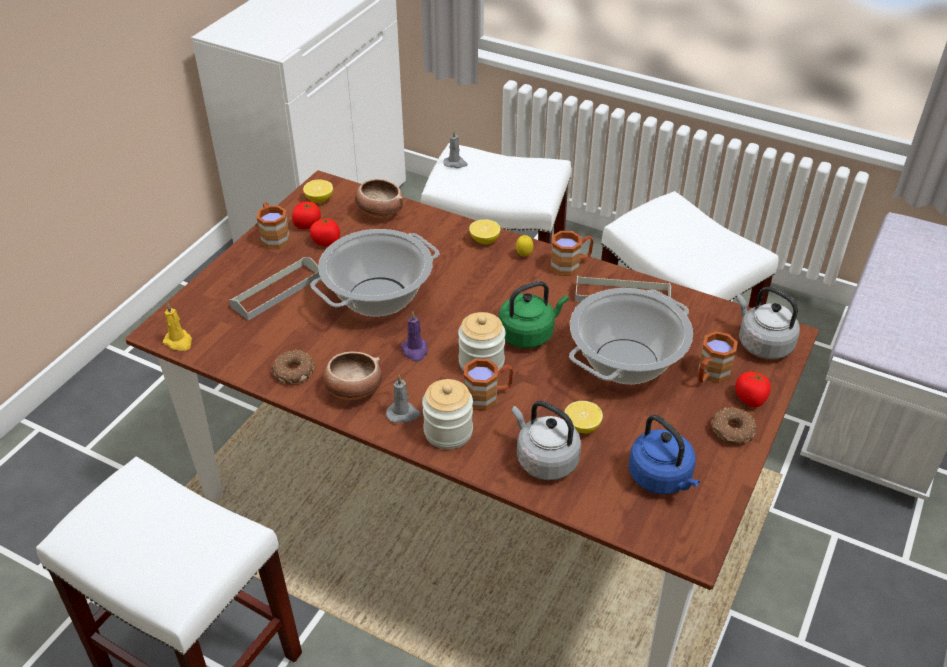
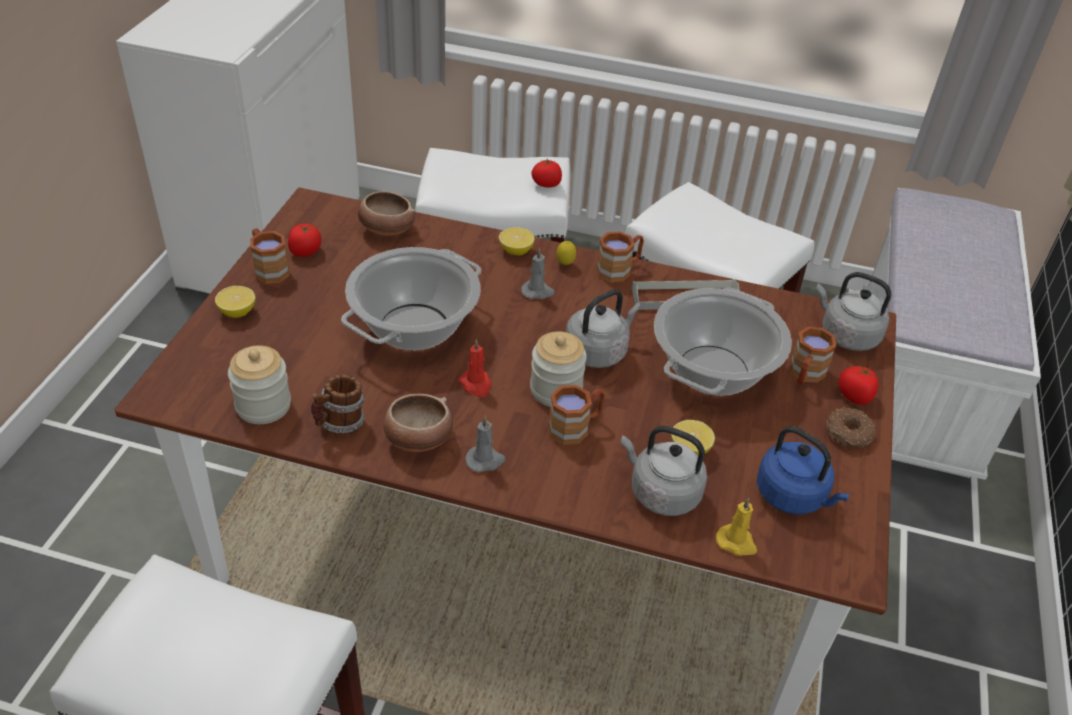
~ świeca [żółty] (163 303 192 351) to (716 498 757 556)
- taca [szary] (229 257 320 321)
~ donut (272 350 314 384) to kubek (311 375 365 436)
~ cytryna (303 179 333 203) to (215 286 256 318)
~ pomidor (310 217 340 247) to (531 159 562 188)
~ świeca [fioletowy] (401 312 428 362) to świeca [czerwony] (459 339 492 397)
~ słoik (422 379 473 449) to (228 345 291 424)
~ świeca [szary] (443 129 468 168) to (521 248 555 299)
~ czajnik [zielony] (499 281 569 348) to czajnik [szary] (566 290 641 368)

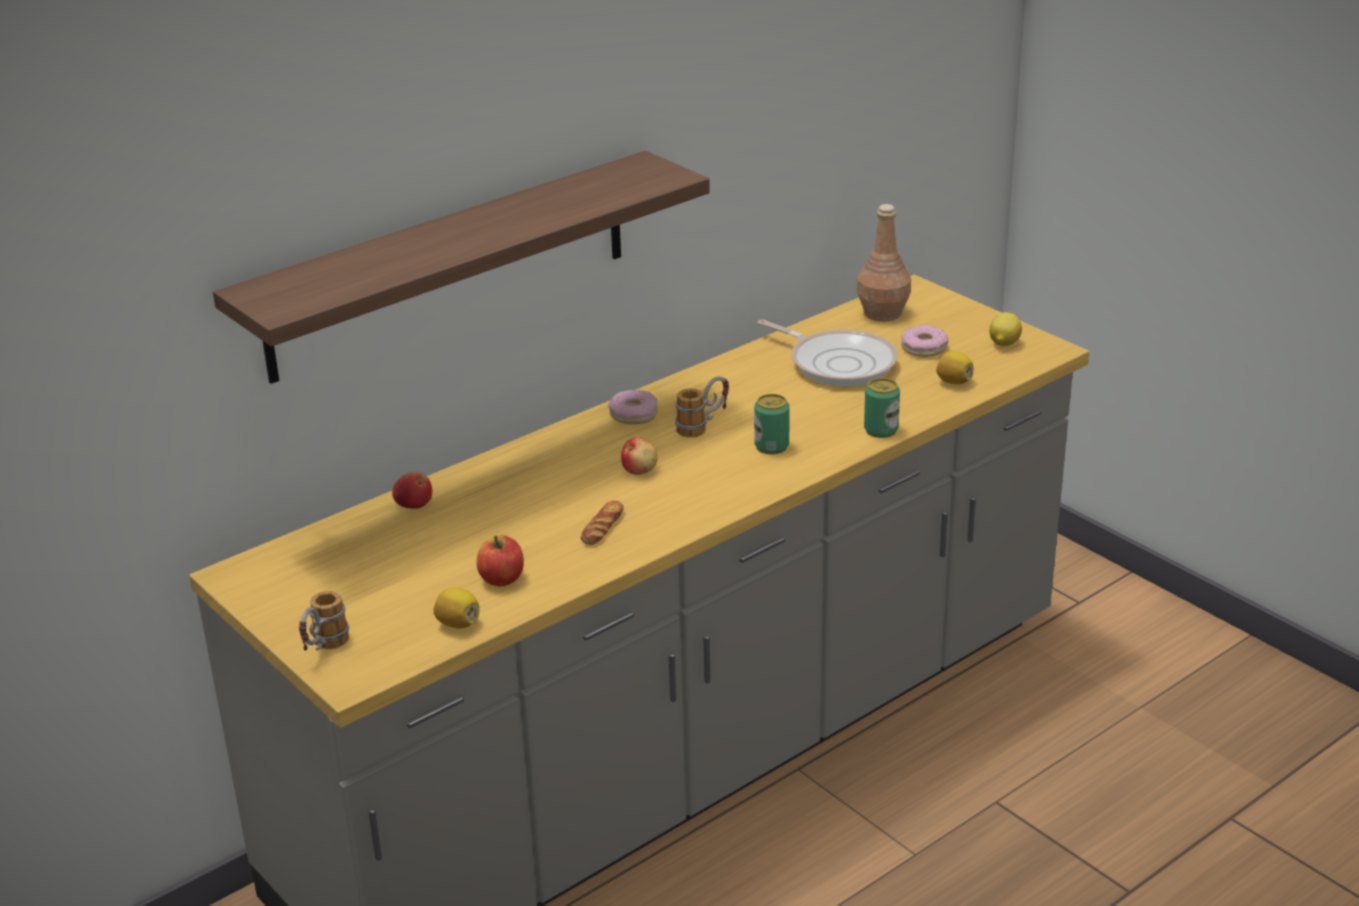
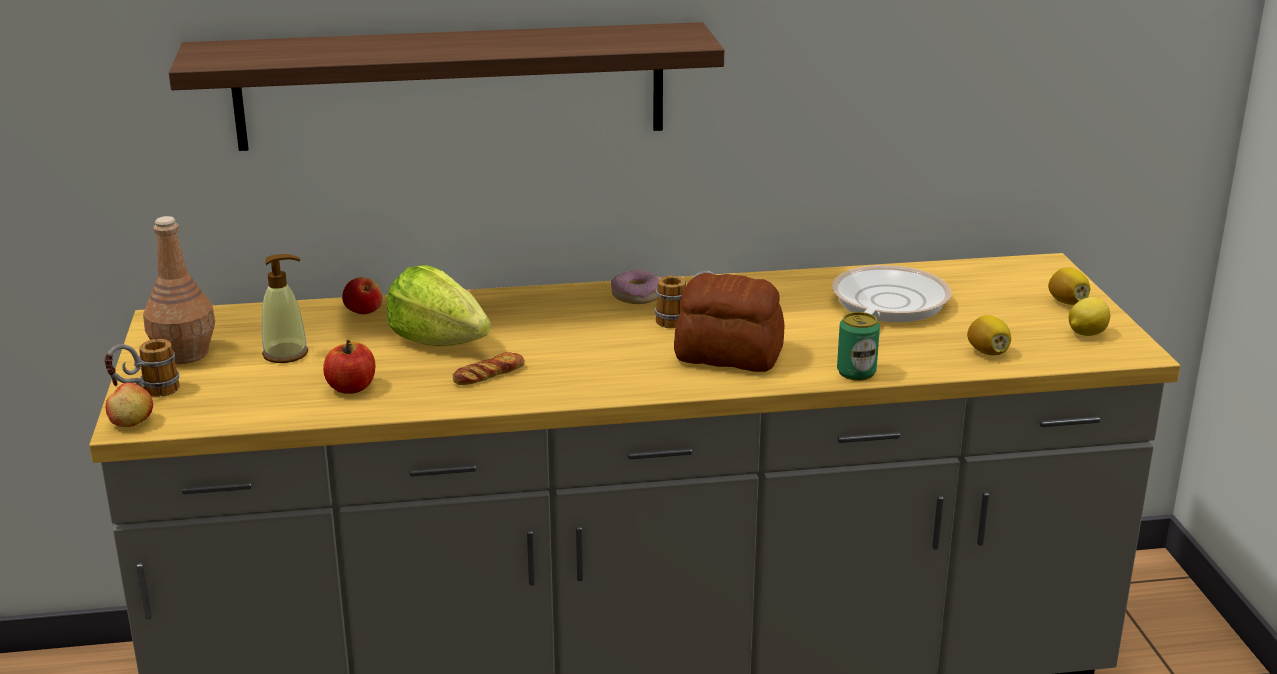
~ cytryna (433 588 479 629) to (1048 267 1090 305)
~ jabłko (621 437 658 475) to (106 383 153 427)
~ puszka (754 394 790 454) to chleb (674 273 784 372)
~ patelnia (758 319 898 386) = (832 265 951 322) 135 degrees counterclockwise
~ butelka [brązowy] (856 204 911 322) to (143 216 215 364)
- donut (901 325 948 357)
+ dozownik mydła (262 254 308 363)
+ sałata (387 265 491 346)

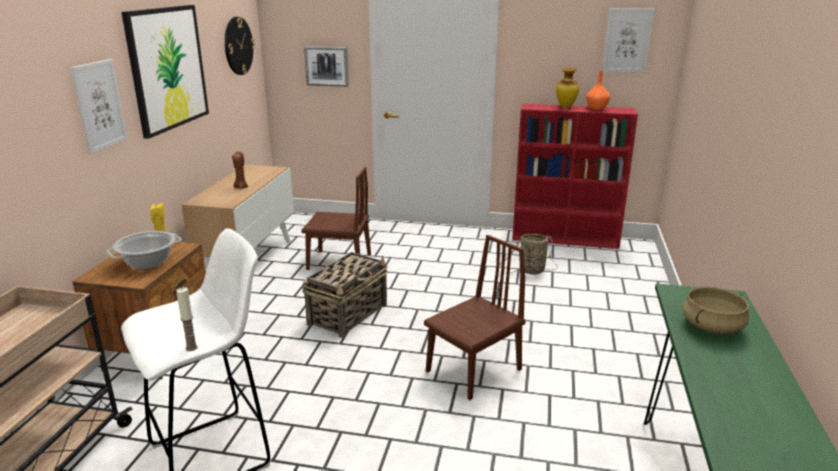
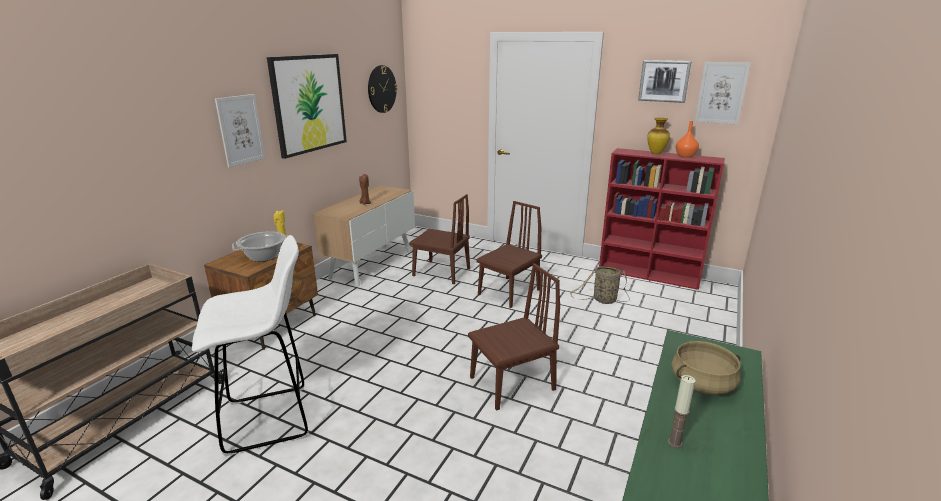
~ świeca (176 287 198 351) to (668 375 695 448)
- koszyk (302 252 388 338)
~ obraz (304 46 349 87) to (638 60 691 103)
+ krzesło [brązowy] (476 201 542 308)

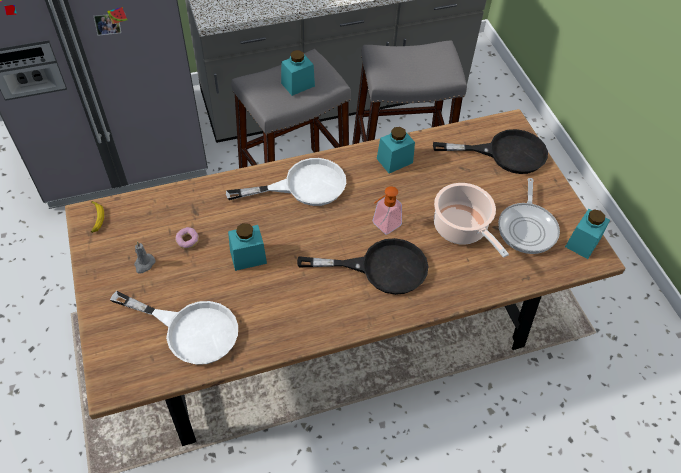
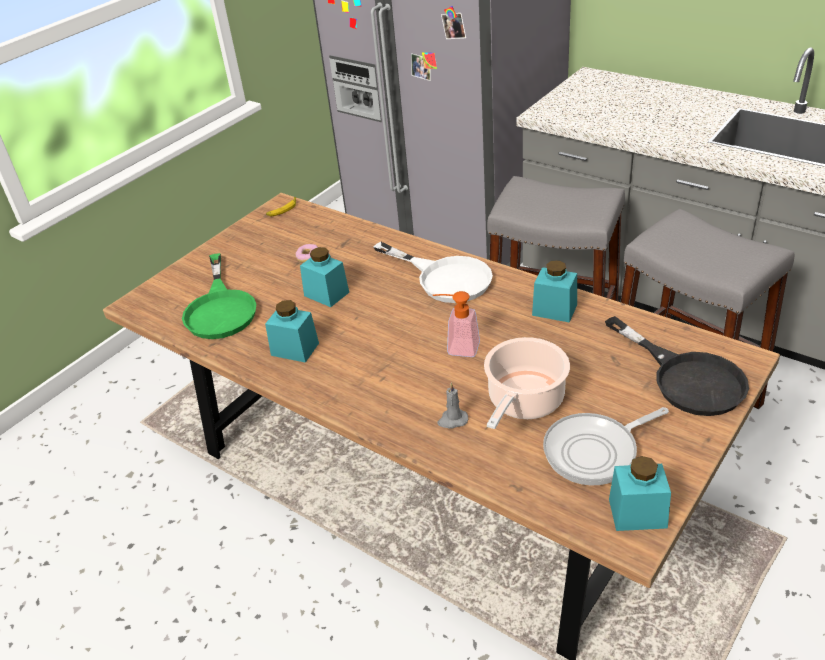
~ patelnia [biały] (110 291 238 365) to patelnia [zielony] (182 253 256 339)
~ świeca [szary] (134 241 156 274) to (437 383 468 429)
~ słoik [turkusowy] (281 50 315 96) to (265 300 319 363)
- patelnia [czarny] (297 238 428 295)

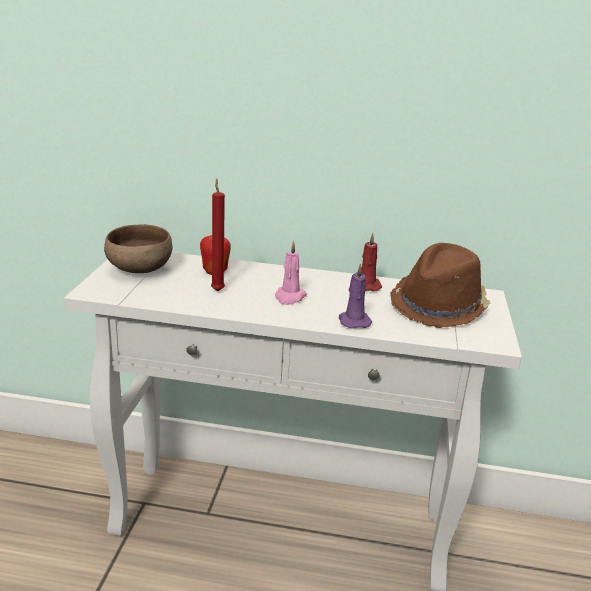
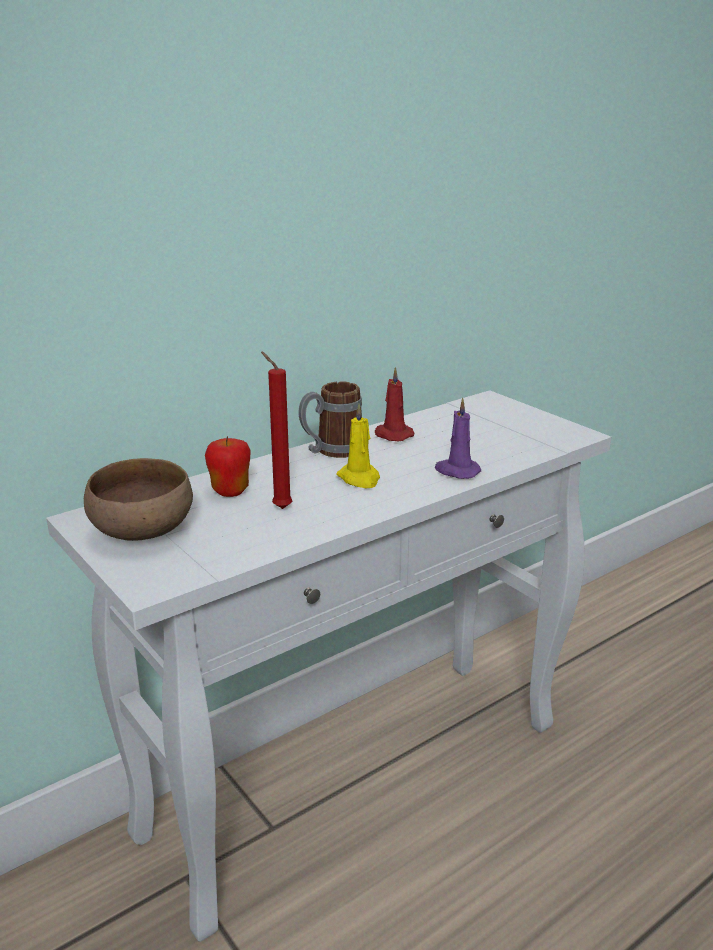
~ świeca [różowy] (275 241 307 305) to świeca [żółty] (336 404 380 489)
- kapelusz [brązowy] (390 243 490 328)
+ kubek (299 381 362 458)

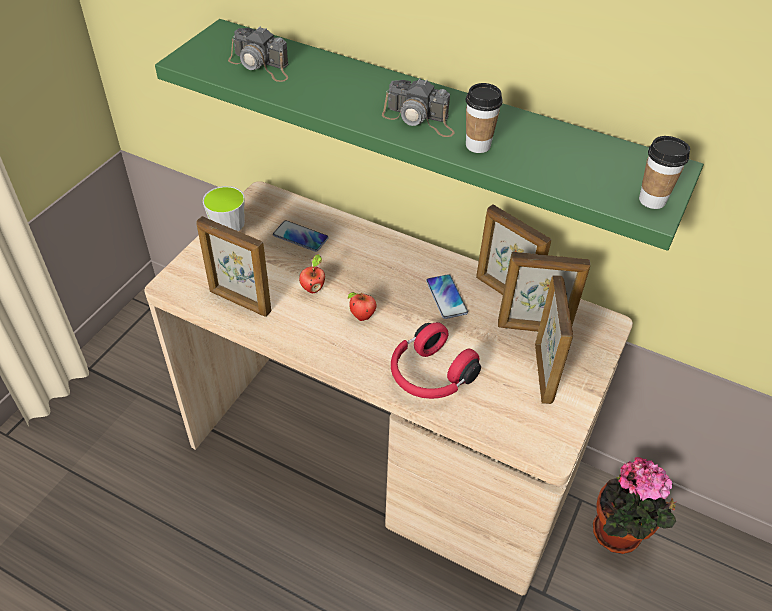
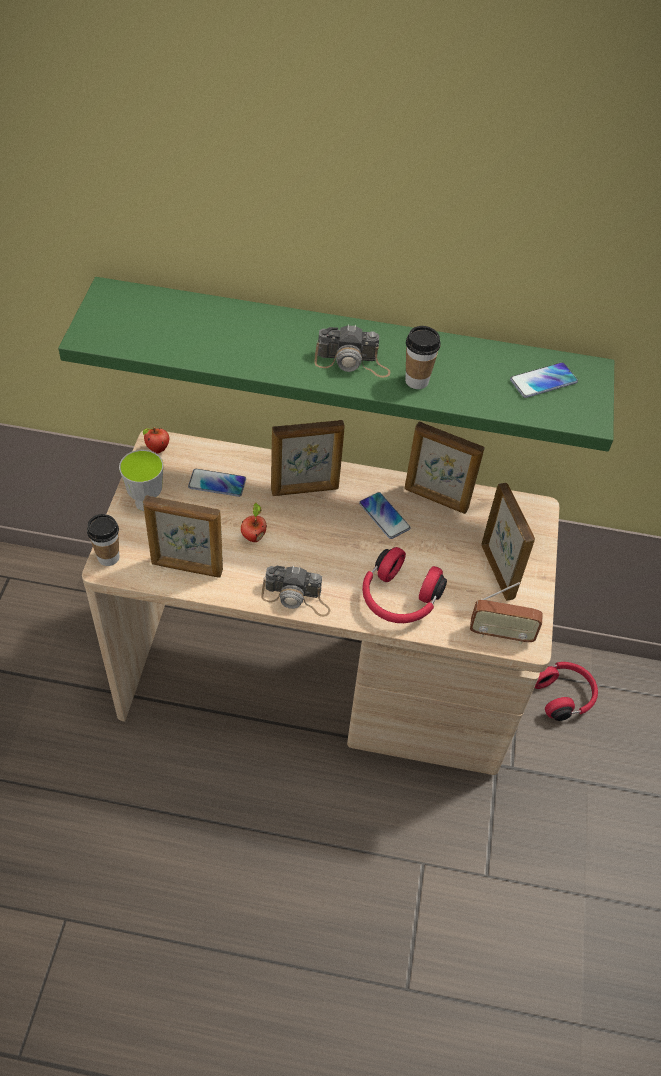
~ aparat fotograficzny (228 26 289 82) to (261 566 330 617)
~ jabłko (348 292 376 321) to (143 427 169 454)
~ ramka na zdjęcie (498 252 590 332) to (271 420 345 496)
~ roślina doniczkowa (593 457 677 554) to słuchawki [czerwony] (534 662 598 721)
~ filiżanka (639 136 690 209) to (87 514 119 566)
+ radio (470 582 543 644)
+ telefon (510 362 578 398)

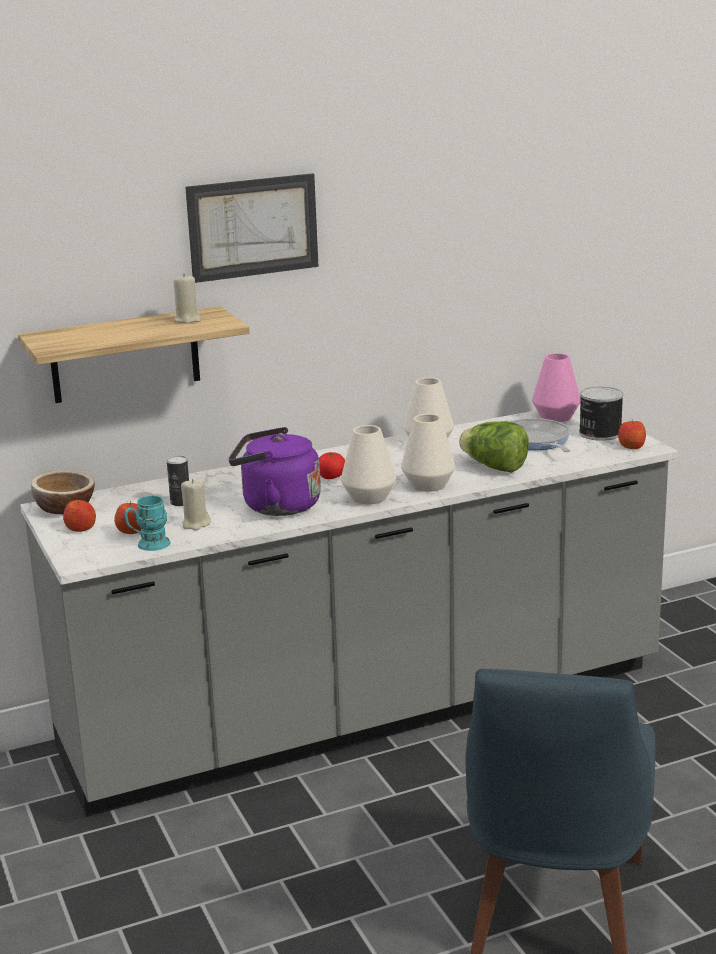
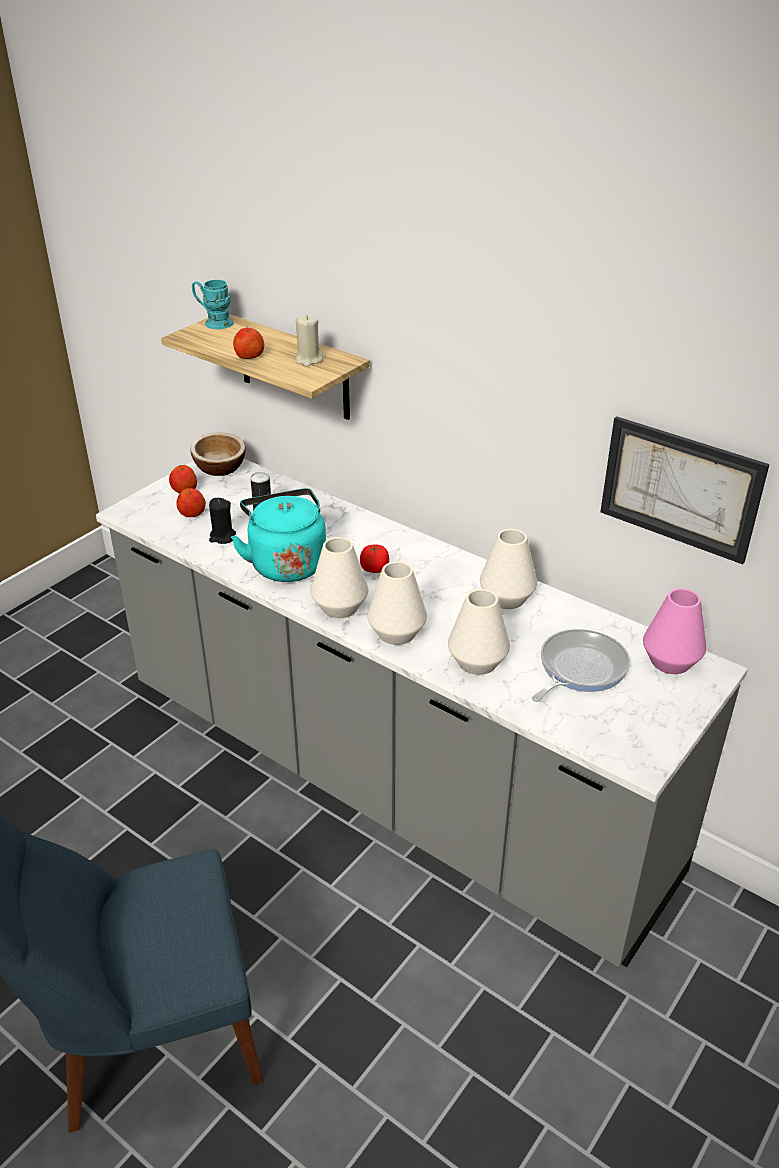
~ kubek [turkusowy] (124 496 171 551) to (192 280 234 329)
~ świeca [beżowy] (181 479 211 530) to świeca [czarny] (209 498 236 544)
~ obraz (185 173 319 283) to (600 416 770 564)
~ czajnik [fioletowy] (228 427 321 516) to czajnik [turkusowy] (231 488 326 582)
~ sałata (459 421 529 473) to wazon [biały] (448 589 510 675)
- puszka (579 386 623 441)
~ jabłko (618 421 646 449) to (233 328 264 359)

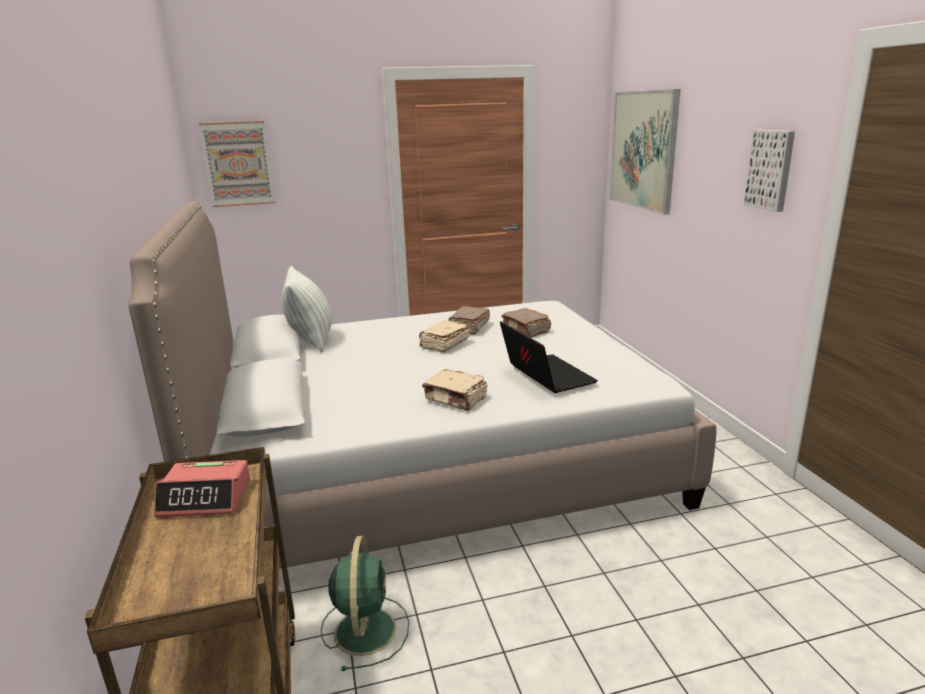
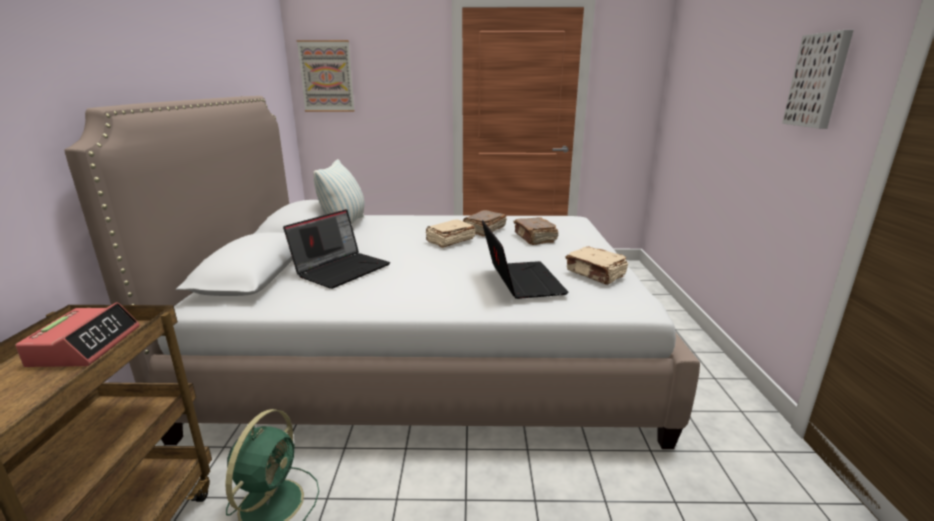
~ budzik (154 460 250 517) = (15 302 140 367) 105 degrees counterclockwise
~ książka [beżowy] (422 369 487 411) to (566 246 628 285)
- obraz (610 89 680 215)
+ laptop (283 209 390 289)

